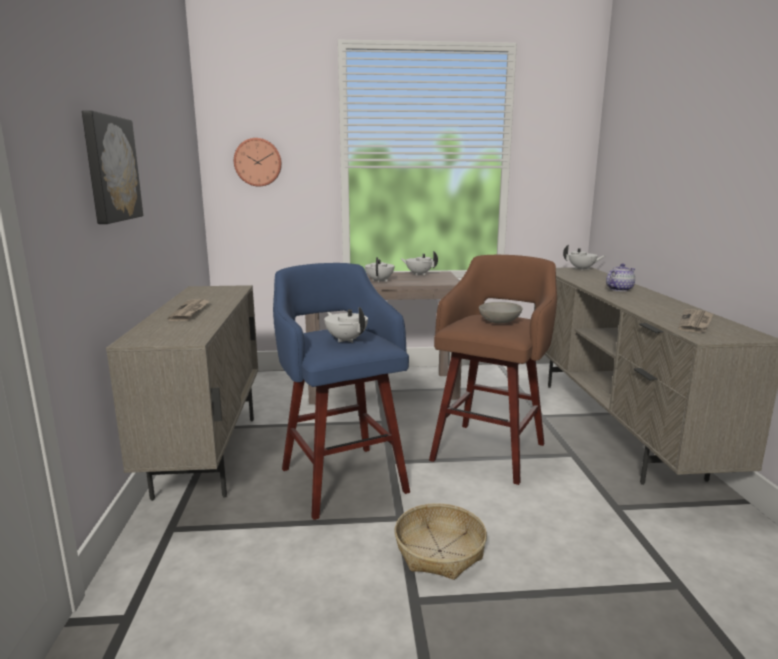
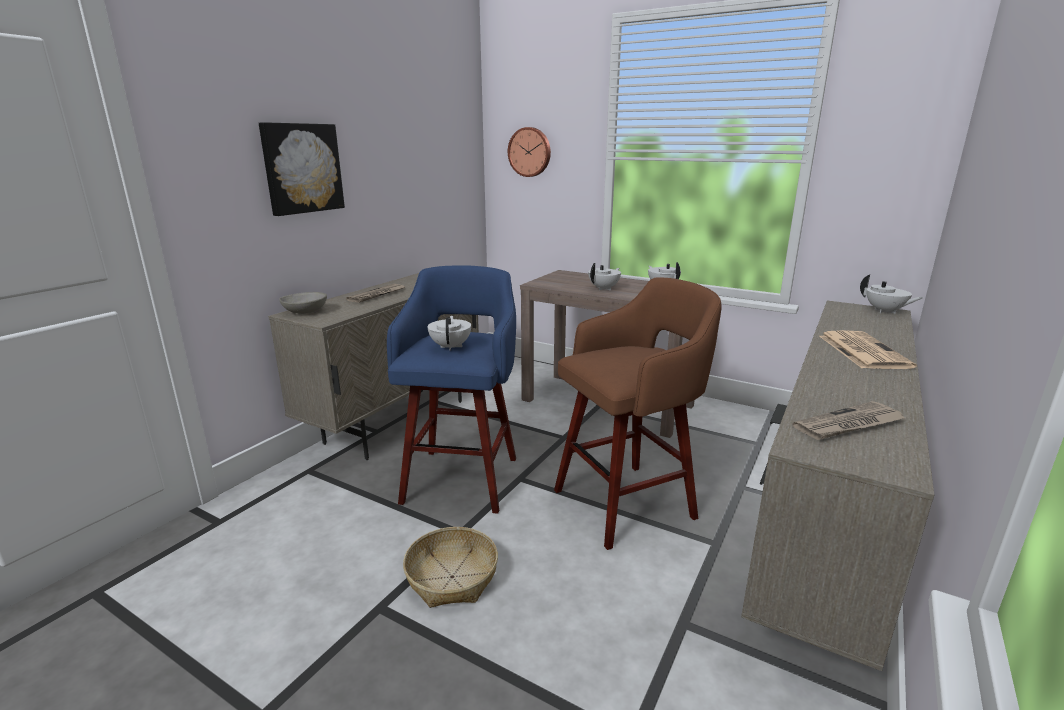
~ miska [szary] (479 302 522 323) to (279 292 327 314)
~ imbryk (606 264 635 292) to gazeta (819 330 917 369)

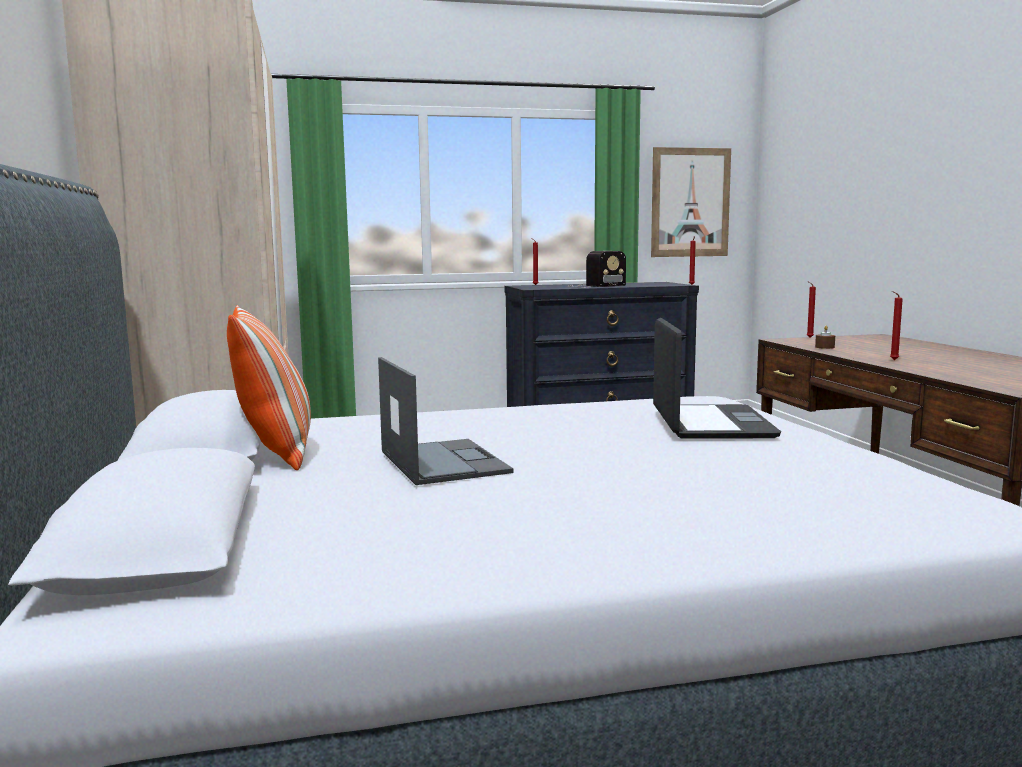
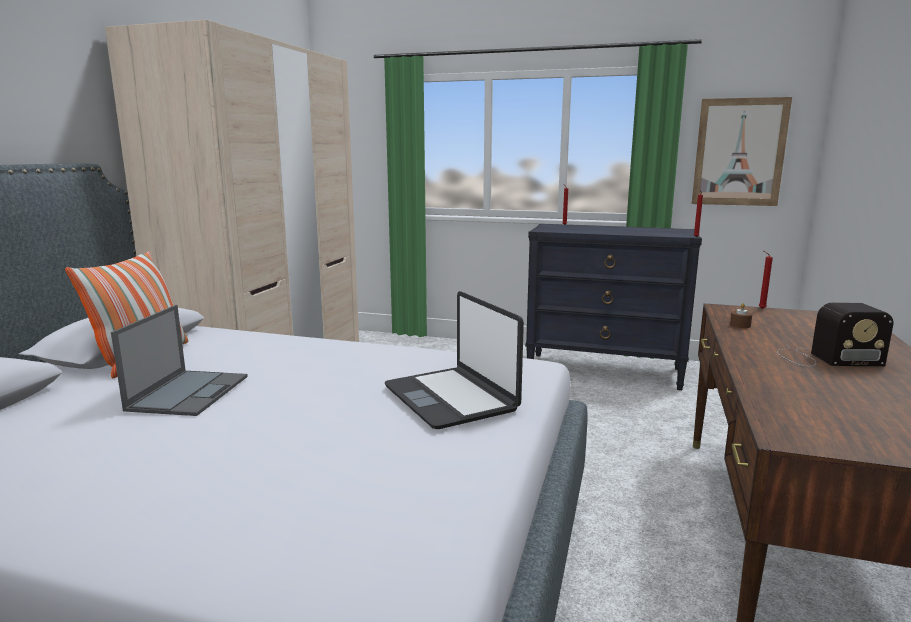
~ radio (568 251 626 288) to (777 303 893 367)
~ laptop (653 318 781 439) = (385 291 524 429) 120 degrees clockwise
- świeca [czerwony] (890 291 903 360)

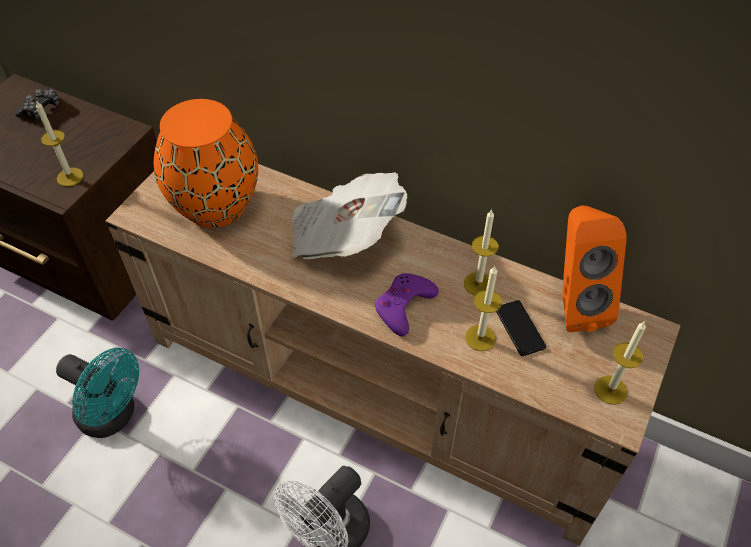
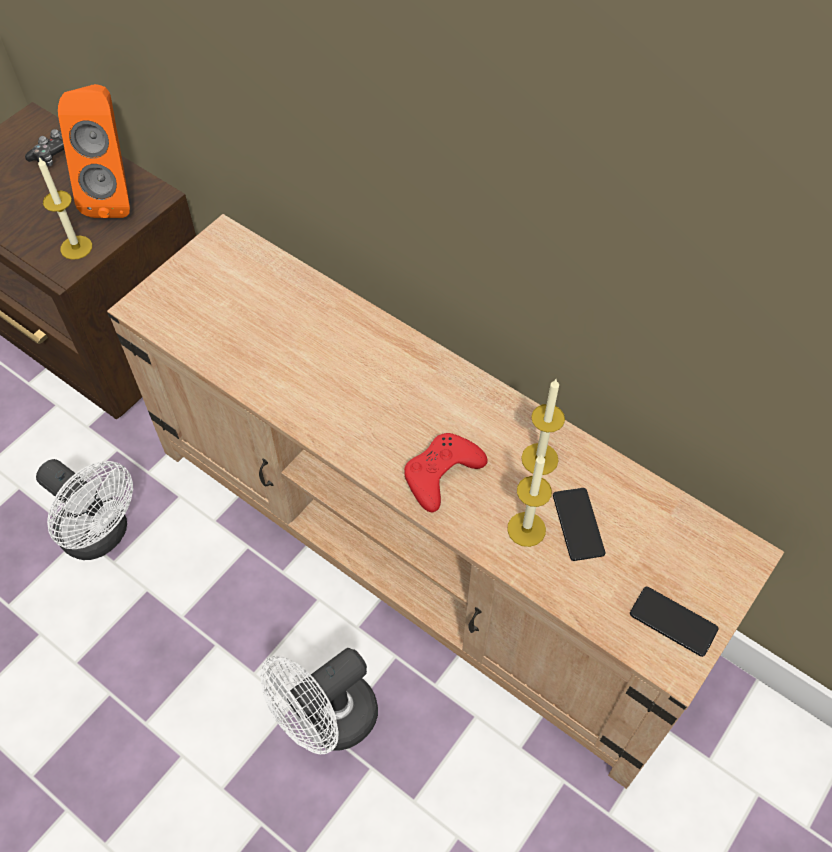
~ wentylator [turkusowy] (56 348 139 438) to wentylator [biały] (36 459 133 560)
- wazon [pomarańczowy] (154 99 258 228)
- gazeta (291 172 407 259)
~ pad do gier [fioletowy] (375 273 439 336) to pad do gier [czerwony] (404 433 488 512)
~ głośnik [pomarańczowy] (562 205 627 332) to (58 84 130 218)
~ świeca (594 321 646 405) to telefon (630 587 719 657)

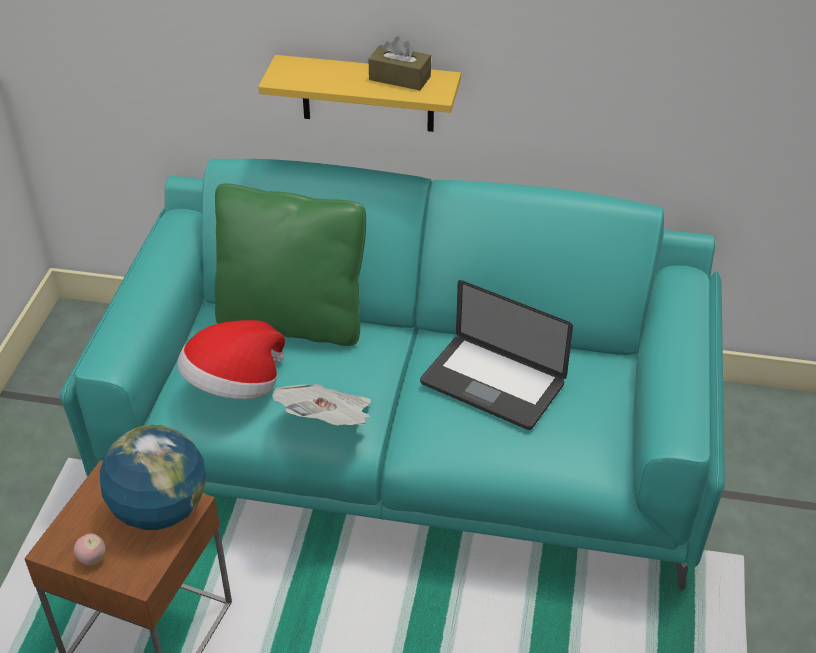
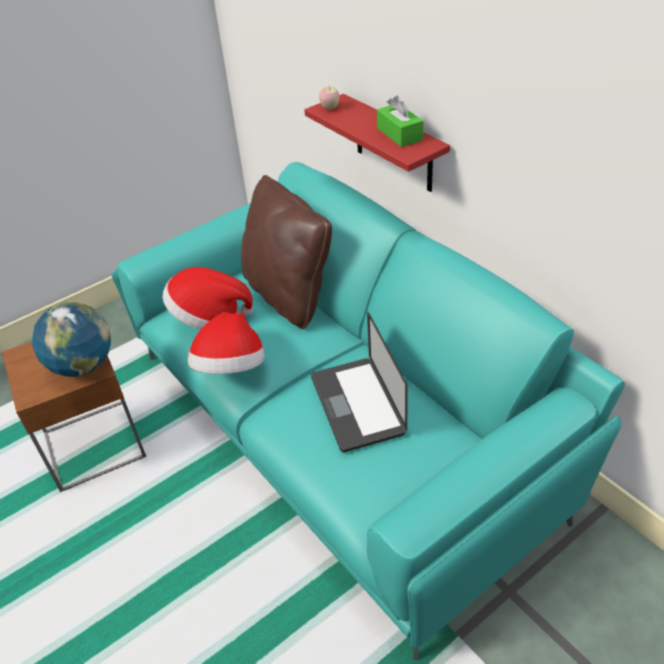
~ jabłko (74 534 106 566) to (319 86 339 110)
~ poduszka [zielony] (215 183 366 346) to poduszka [brązowy] (241 175 332 329)
~ półka [żółty] (258 55 461 132) to półka [czerwony] (304 94 450 192)
~ gazeta (273 384 371 425) to kapelusz (188 312 265 374)
~ pudełko chusteczek [brązowy] (368 36 431 90) to pudełko chusteczek [zielony] (377 95 423 147)

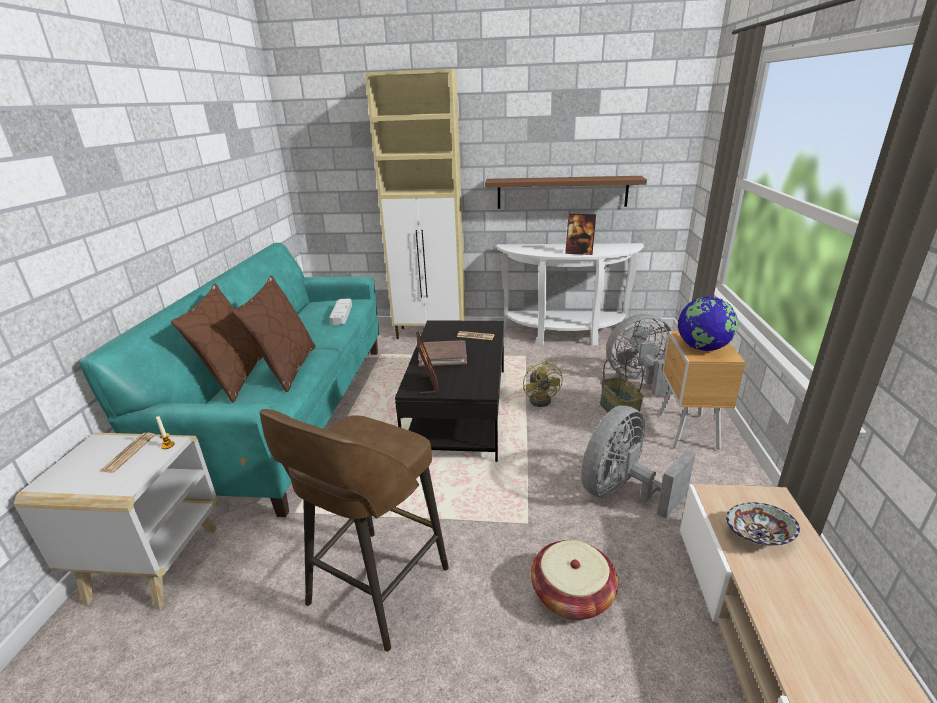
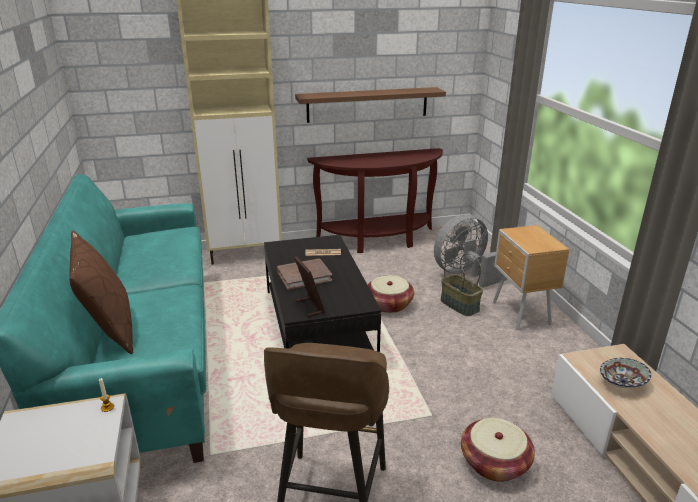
- gazeta (99 433 155 473)
- poduszka [brązowy] (232 275 316 392)
- taca [szary] (330 299 352 325)
~ stolik konsolowy [biały] (496 243 644 346) to stolik konsolowy [brązowy] (307 148 443 253)
~ wentylator [żółty] (523 360 563 407) to koszyk (368 275 414 313)
- ramka na zdjęcie (565 214 596 255)
- wentylator [szary] (581 405 696 518)
- globus (678 296 738 351)

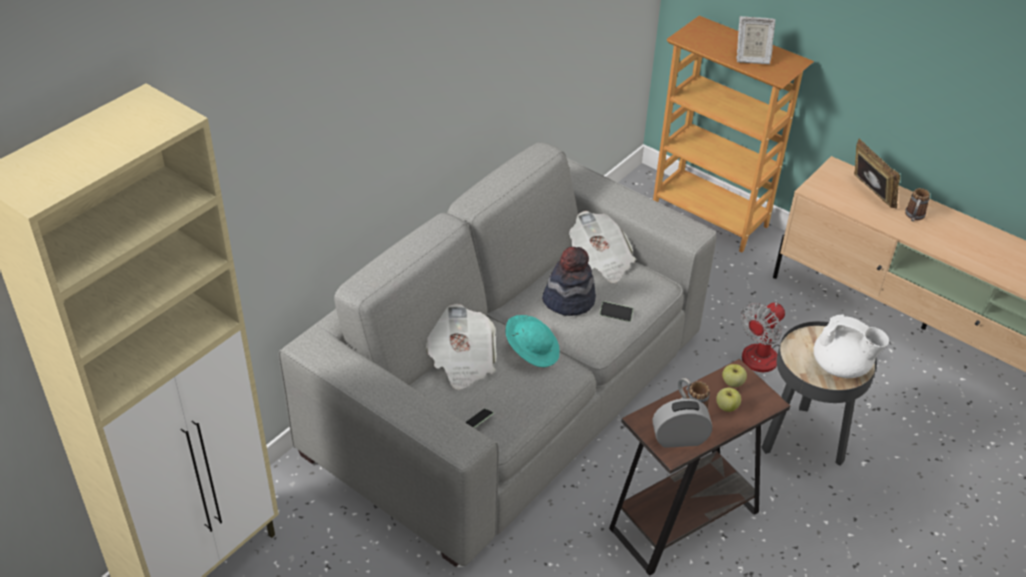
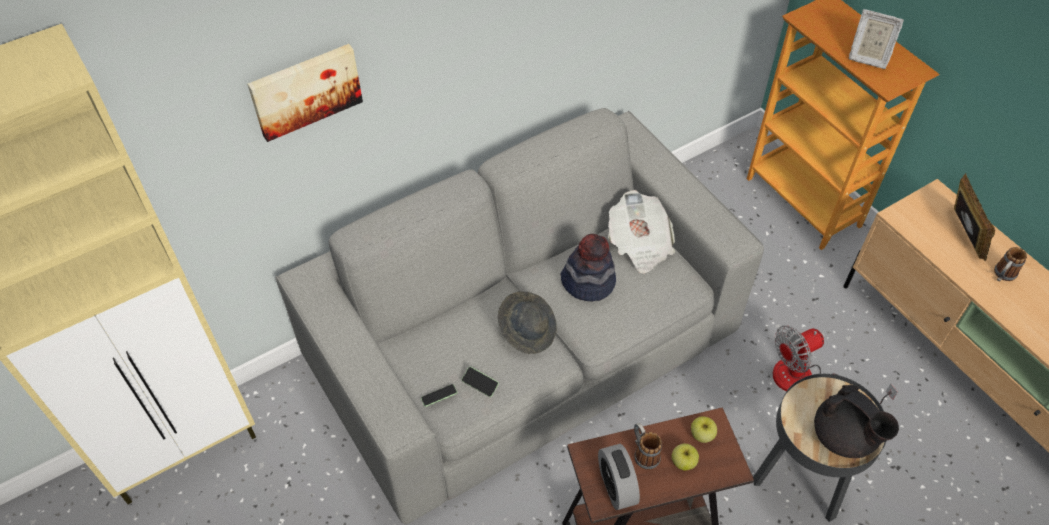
- gazeta (425 304 497 390)
~ kapelusz [turkusowy] (506 315 560 367) to kapelusz [szary] (498 291 557 354)
~ telefon (600 301 633 322) to (462 367 499 397)
~ budzik (653 398 712 448) = (598 444 640 510) 120 degrees counterclockwise
~ imbryk [biały] (814 315 889 378) to imbryk [czarny] (814 385 899 458)
+ obraz (247 44 363 142)

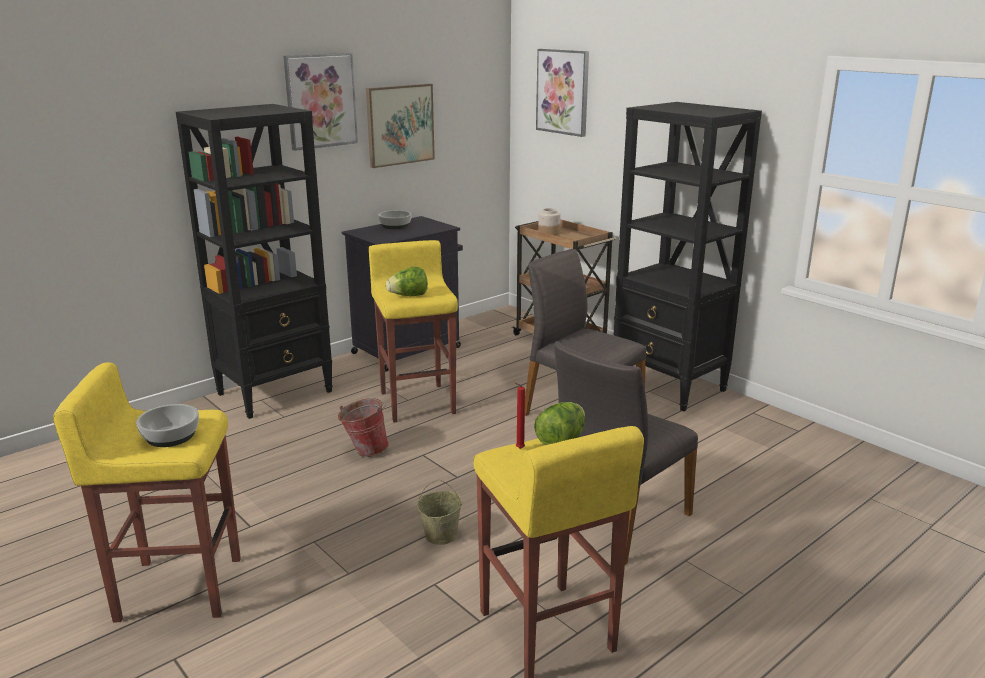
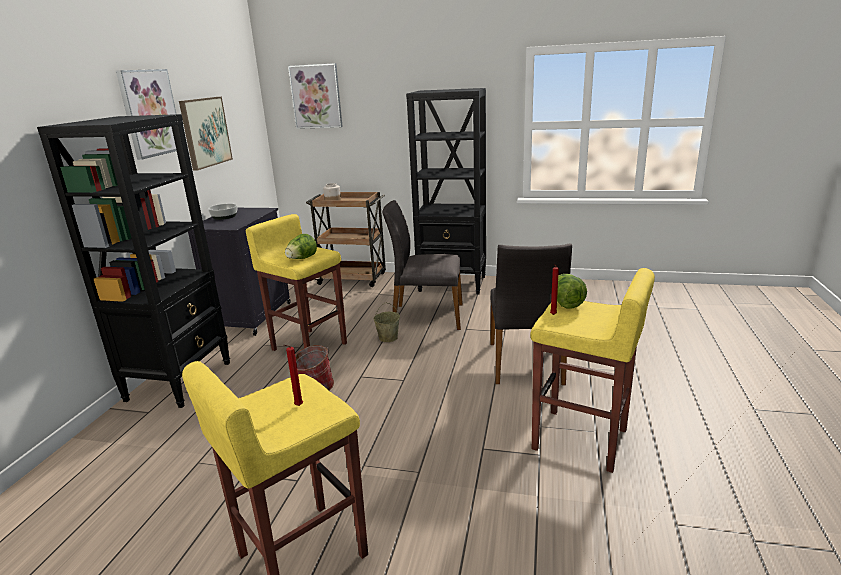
~ miska (136 404 199 447) to świeca [czerwony] (283 345 303 406)
~ wiadro [beżowy] (417 480 462 545) to (373 302 400 342)

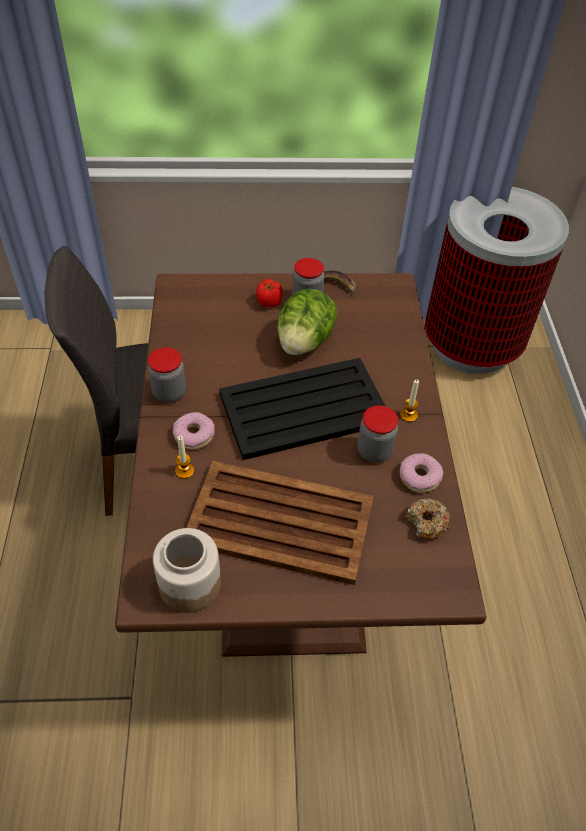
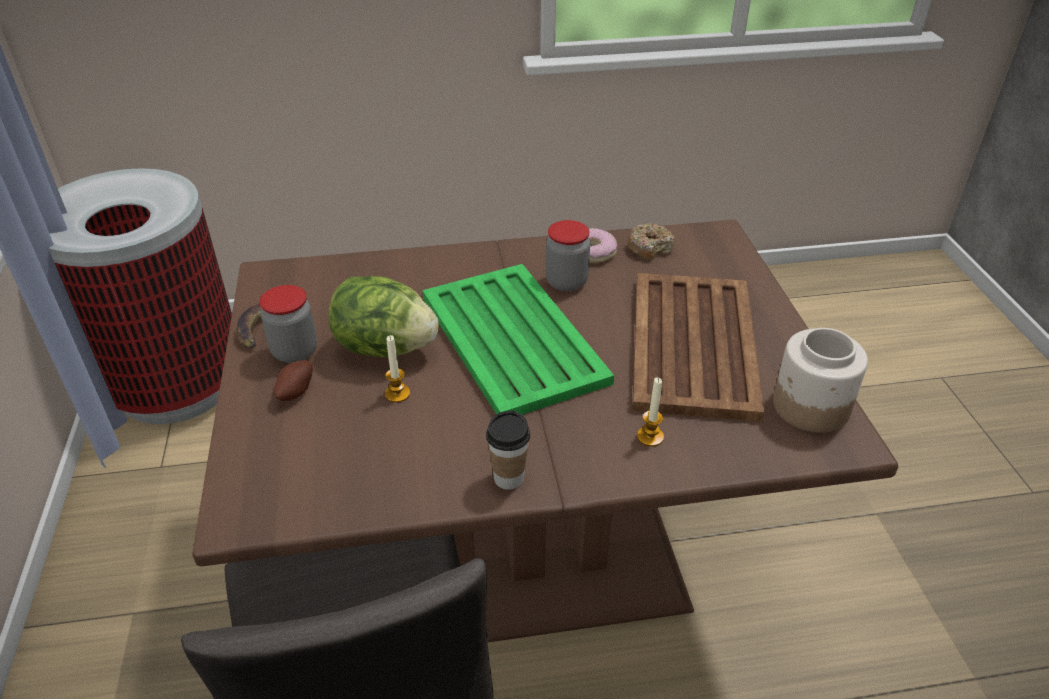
~ słoik (148 348 186 403) to filiżanka (486 411 530 490)
- donut (172 412 215 450)
~ taca [czarny] (219 358 385 460) to taca [zielony] (423 264 614 415)
~ pomidor (256 279 283 307) to ziemniak (273 360 313 401)
~ świeca (400 380 419 422) to (385 335 410 403)

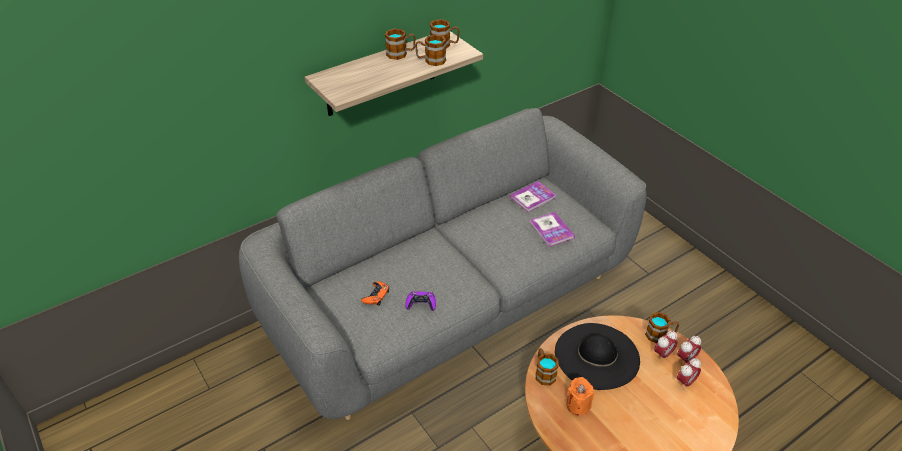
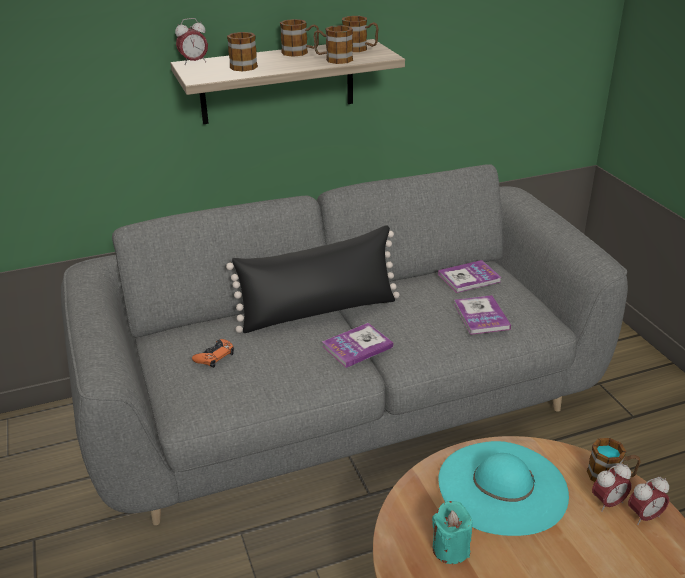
- pad do gier [fioletowy] (405 291 436 311)
~ kubek (536 348 558 386) to (227 32 258 71)
~ kapelusz [czarny] (555 323 640 390) to kapelusz [turkusowy] (439 441 569 536)
~ świeca [pomarańczowy] (567 377 594 415) to świeca [turkusowy] (432 501 472 564)
~ budzik (677 358 701 390) to (175 18 208 65)
+ poduszka [czarny] (226 225 400 333)
+ książka (322 323 393 368)

